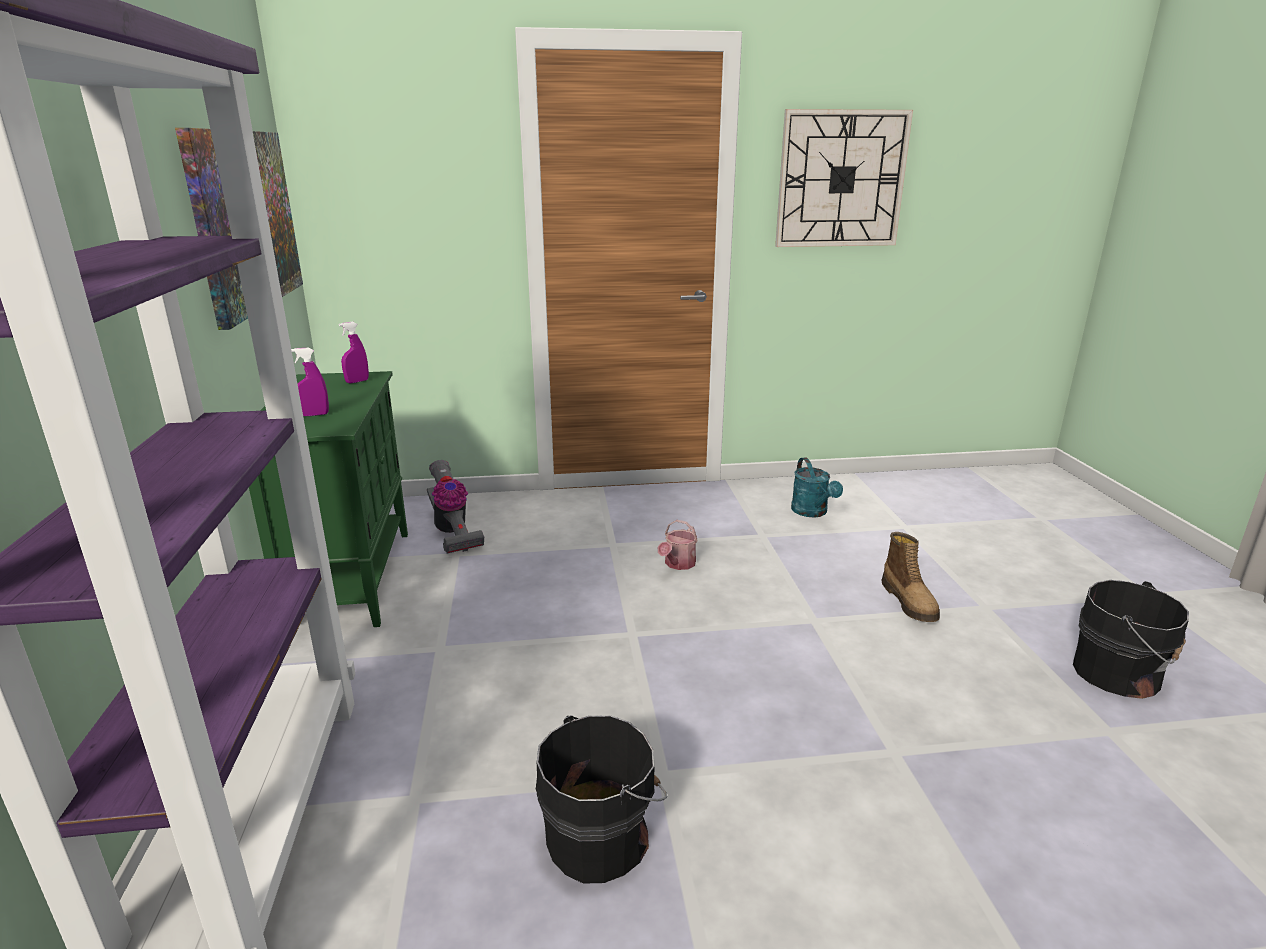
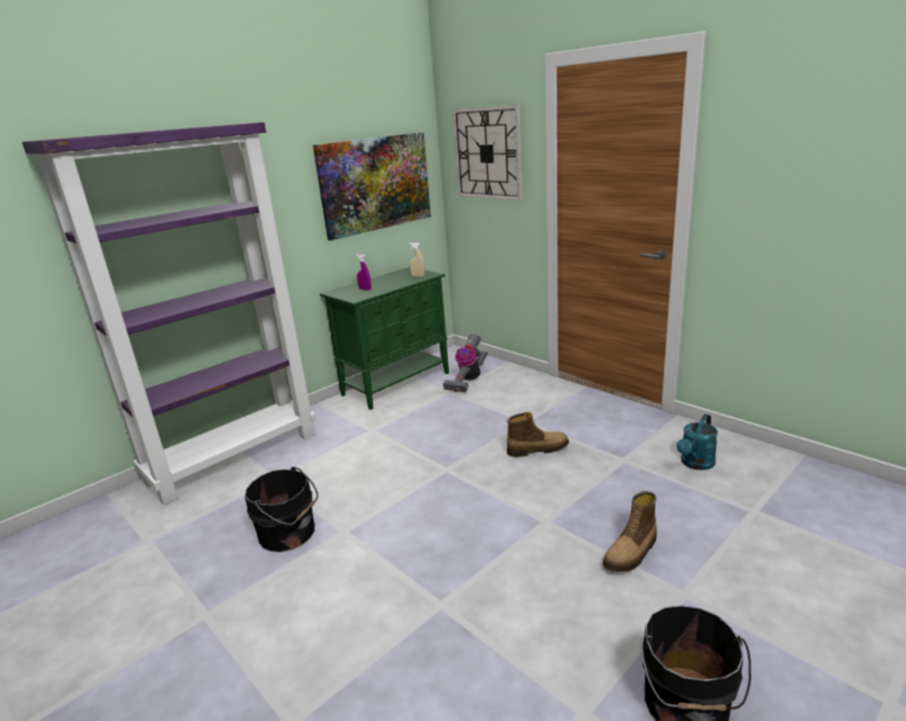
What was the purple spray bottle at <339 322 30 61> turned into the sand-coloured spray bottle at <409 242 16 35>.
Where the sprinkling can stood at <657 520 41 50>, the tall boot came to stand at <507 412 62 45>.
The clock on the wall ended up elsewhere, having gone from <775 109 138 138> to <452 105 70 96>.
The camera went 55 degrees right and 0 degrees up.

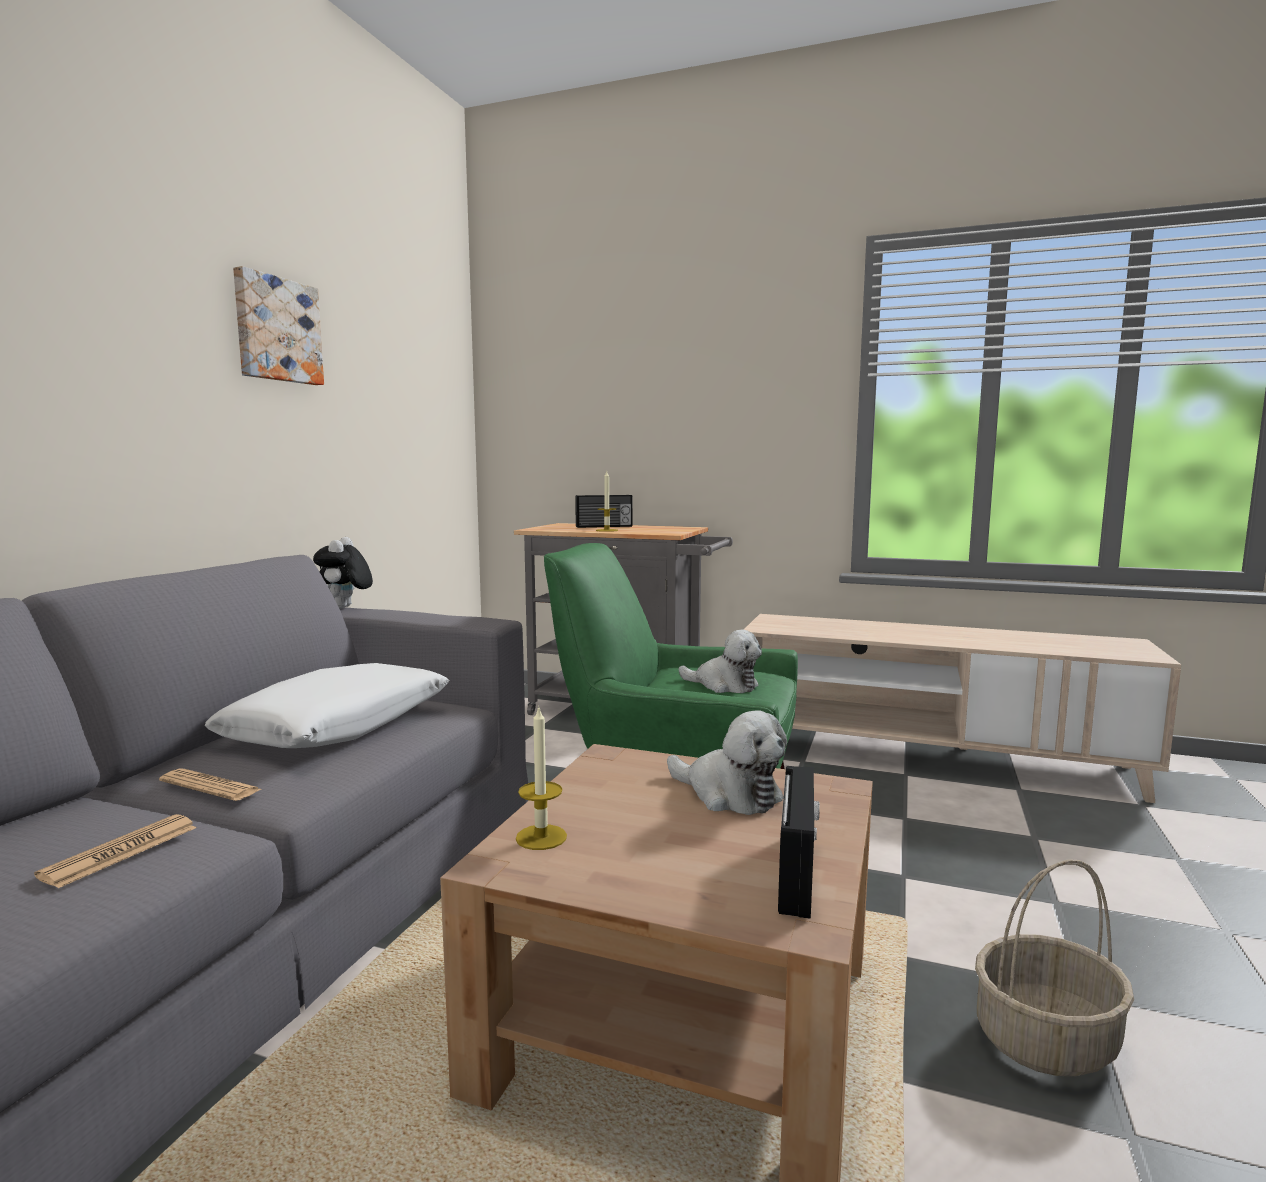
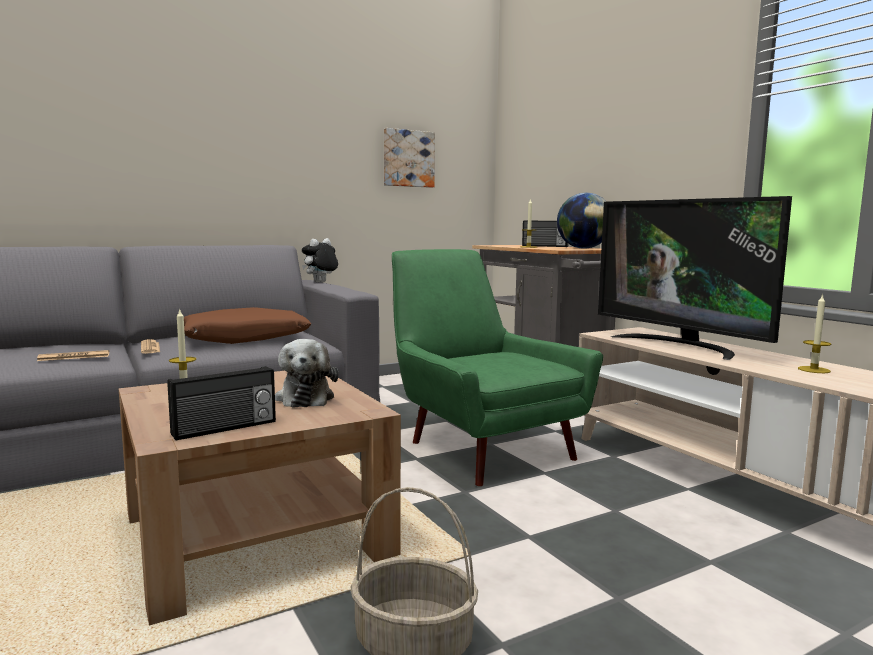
What was the white pillow at <205 663 244 85> turned into the brownish pillow at <184 307 127 37>.
The wall art ended up elsewhere, having gone from <233 266 91 119> to <384 128 51 60>.
The second view lost the plush toy at <679 629 83 64>.
The second view gained the globe at <557 193 50 56>.
The second view gained the TV at <598 196 194 164>.
The second view gained the wax candle at <798 294 33 79>.
The camera went 40 degrees right and 0 degrees up.

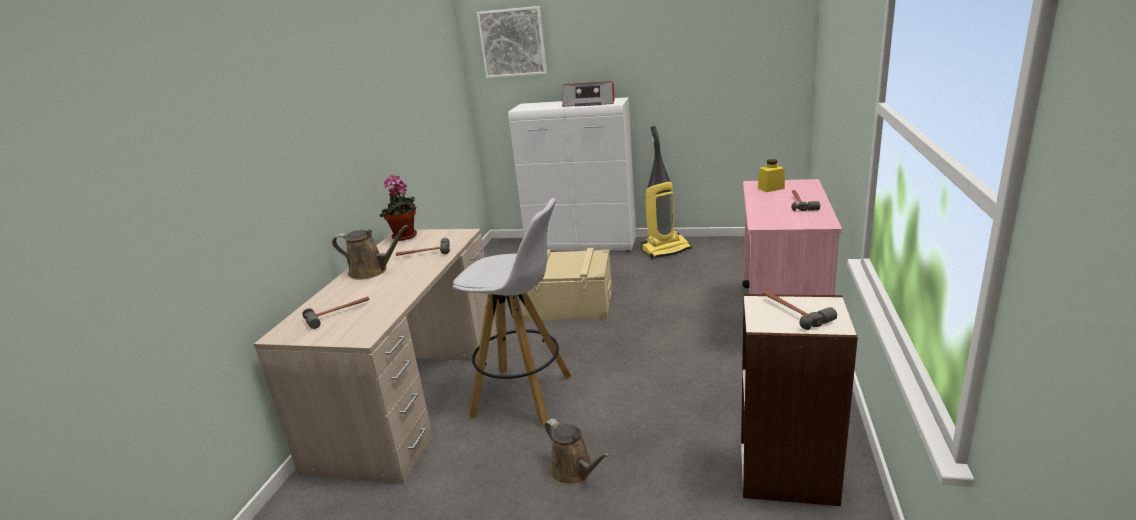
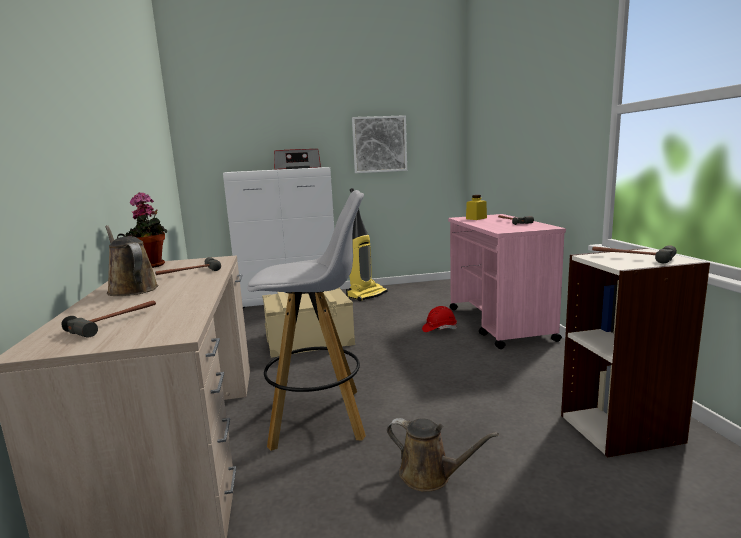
The brownish sprinkling can at <332 225 76 55> ended up facing another way, 120 degrees counterclockwise from before.
The wall art ended up elsewhere, having gone from <477 6 70 72> to <352 115 55 58>.
The second view gained the reddish work helmet at <422 306 35 26>.
The camera went 25 degrees left and 10 degrees down.

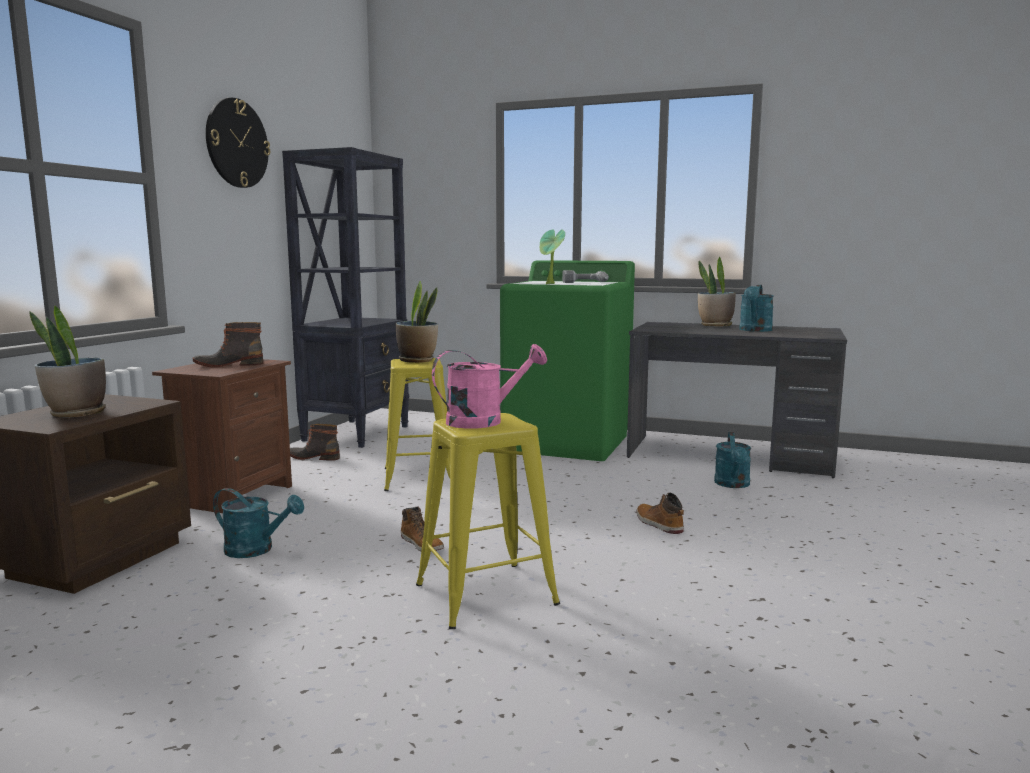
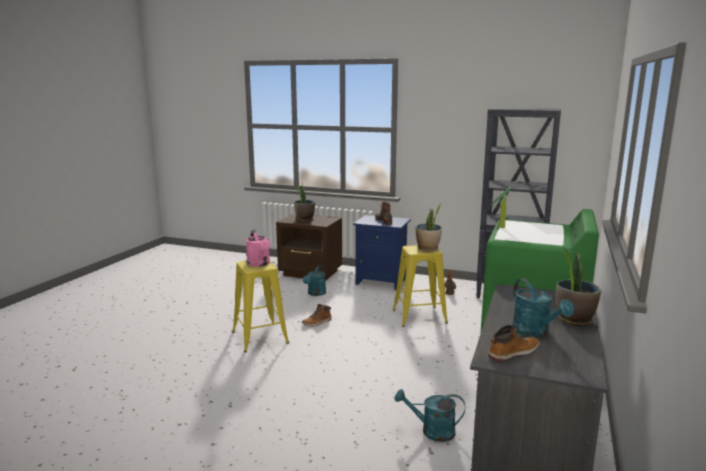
What was the brownish nightstand at <152 359 140 154> turned into the bluish nightstand at <353 215 58 75>.
The second view lost the clock on the wall at <206 98 64 90>.
The second view lost the electric drill at <562 270 47 13>.
The tall boot ended up elsewhere, having gone from <637 493 47 41> to <488 325 51 36>.
The turquoise-coloured sprinkling can at <739 285 35 47> ended up facing another way, 135 degrees counterclockwise from before.
The camera went 90 degrees right and 5 degrees up.

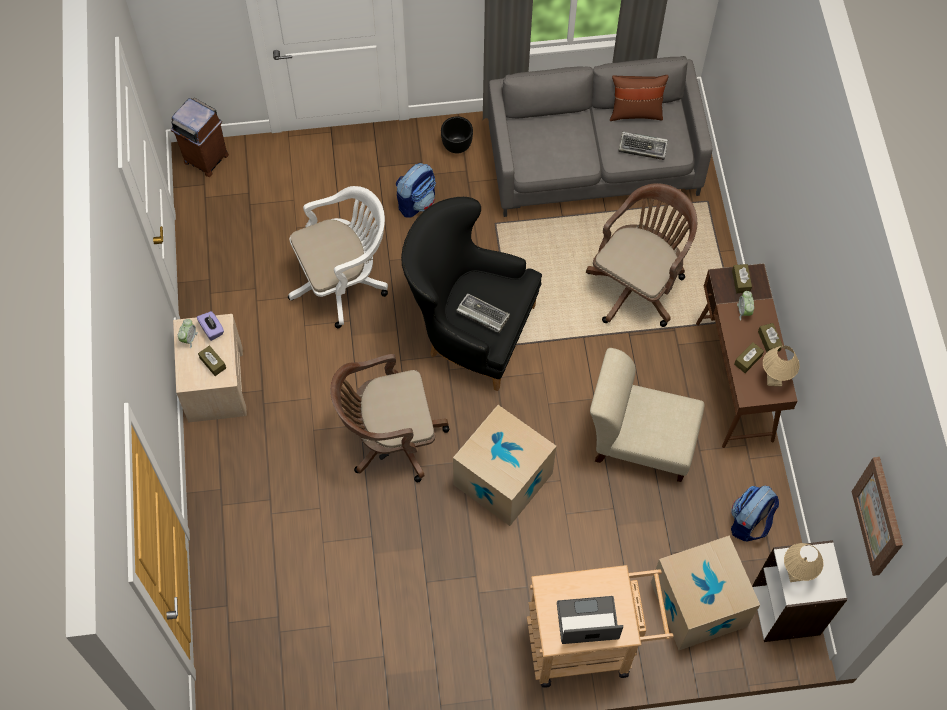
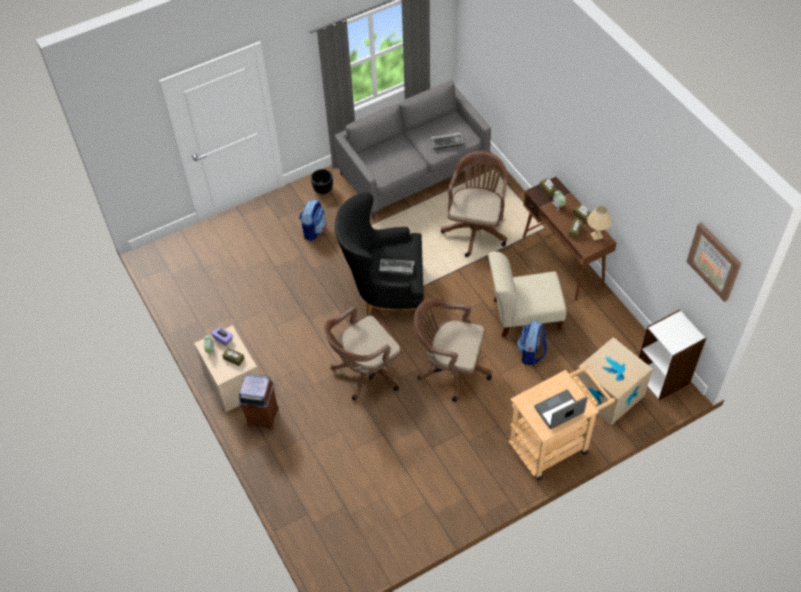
The brownish trash can ended up elsewhere, having gone from <171 98 58 79> to <239 374 40 56>.
The second view lost the white office chair at <288 186 100 142>.
Where the cardboard box stood at <453 405 103 121>, the brownish office chair came to stand at <414 298 78 104>.
The second view lost the brownish pillow at <610 75 58 46>.
The rucksack ended up elsewhere, having gone from <731 486 48 56> to <517 320 30 45>.
The second view lost the sand-coloured lamp for a table at <784 543 39 39>.
The camera went 20 degrees left and 10 degrees down.

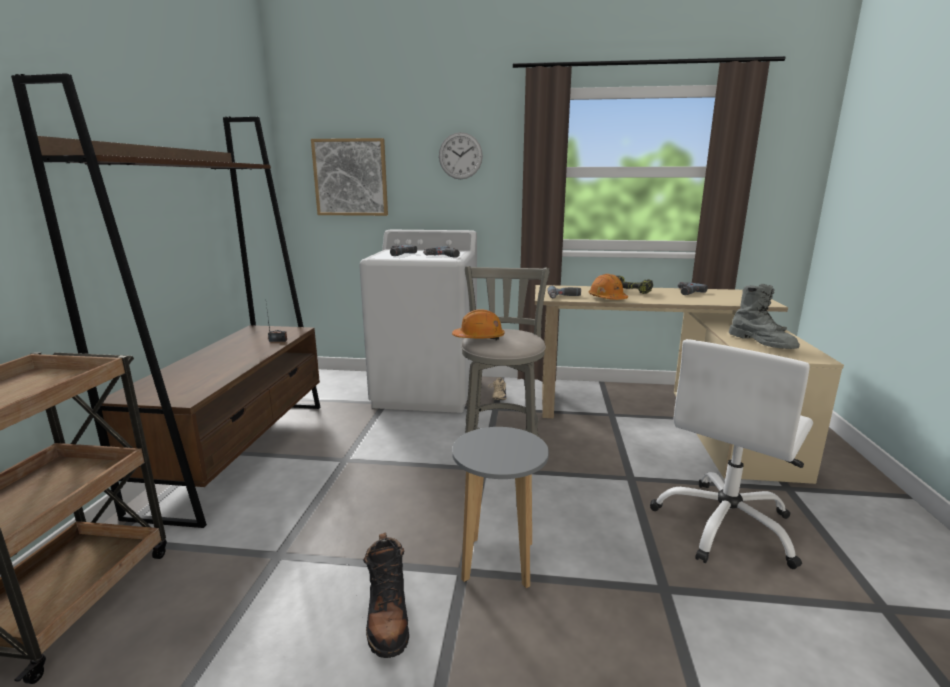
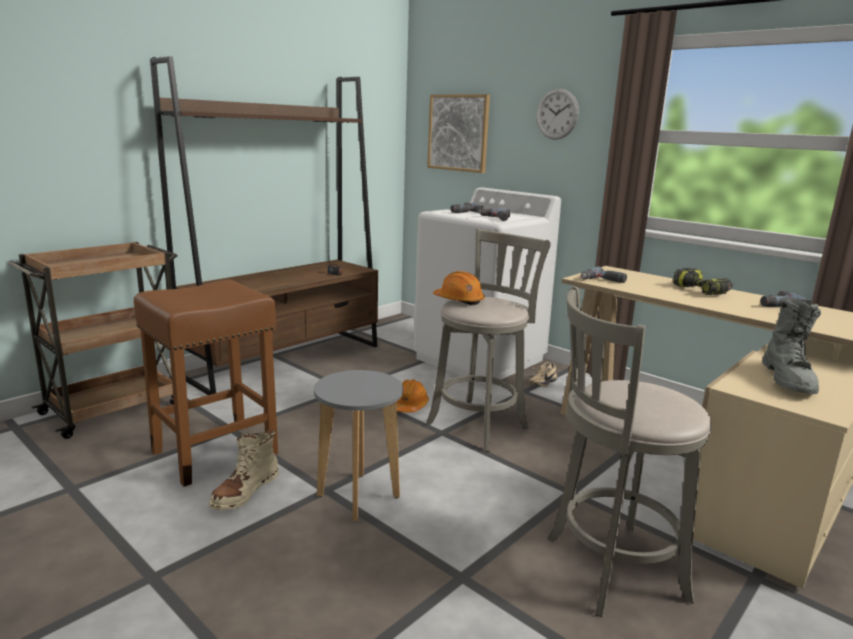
What was the black-coloured tall boot at <363 532 46 126> turned into the sand-coloured tall boot at <209 430 70 81>.
The orange work helmet ended up elsewhere, having gone from <589 274 39 26> to <396 379 33 34>.
Where the white office chair stood at <650 339 163 230>, the grey sitting stool came to stand at <548 286 164 331>.
The second view gained the brownish sitting stool at <134 280 144 207>.
The camera went 35 degrees right and 0 degrees up.

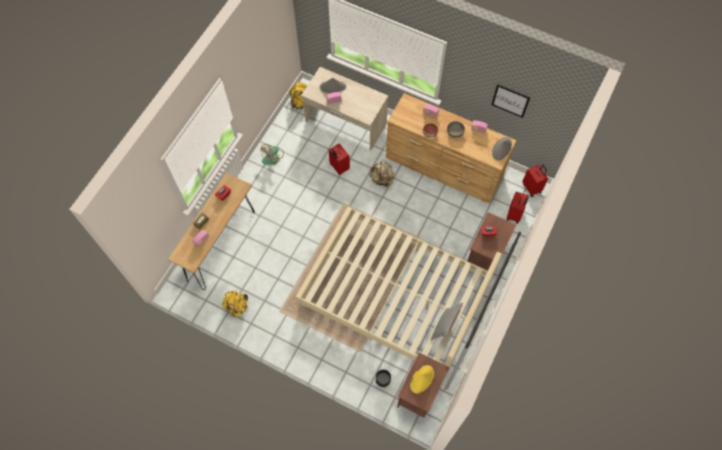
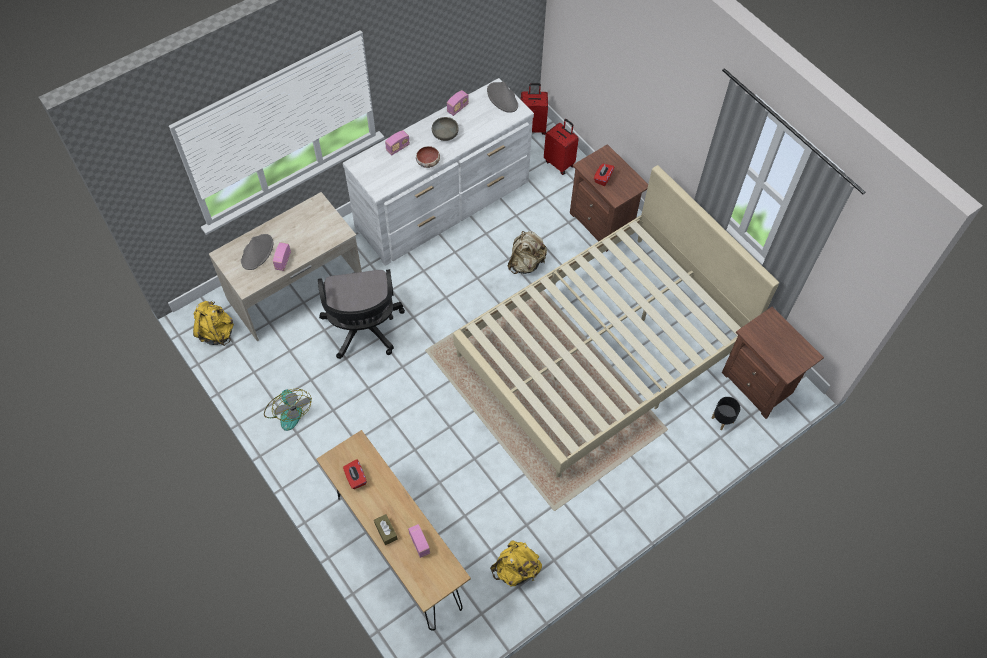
Where the reddish travel case stood at <329 144 21 31>, the black-coloured office chair came to stand at <318 269 87 90>.
The sand-coloured rucksack ended up elsewhere, having gone from <369 160 26 27> to <508 231 39 43>.
What was the brownish chest of drawers at <386 93 131 111> turned into the white chest of drawers at <343 78 191 188>.
The second view lost the yellowish clothing hat at <410 365 24 29>.
The second view lost the grey pillow at <431 303 32 38>.
The second view lost the wall art at <491 84 39 34>.
The camera went 65 degrees left and 5 degrees down.

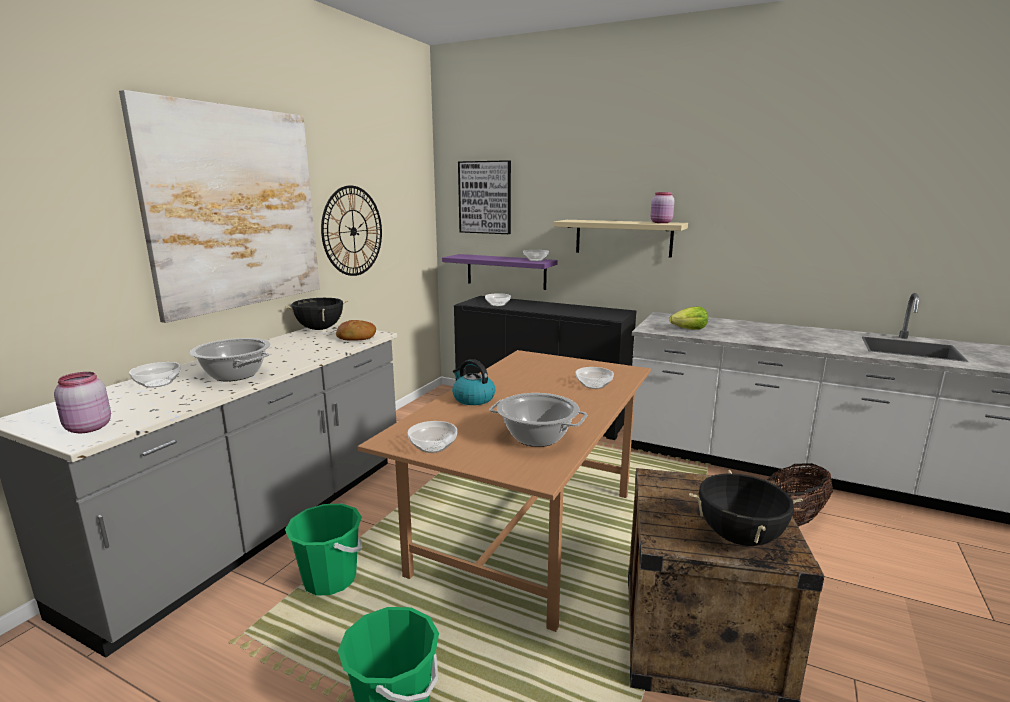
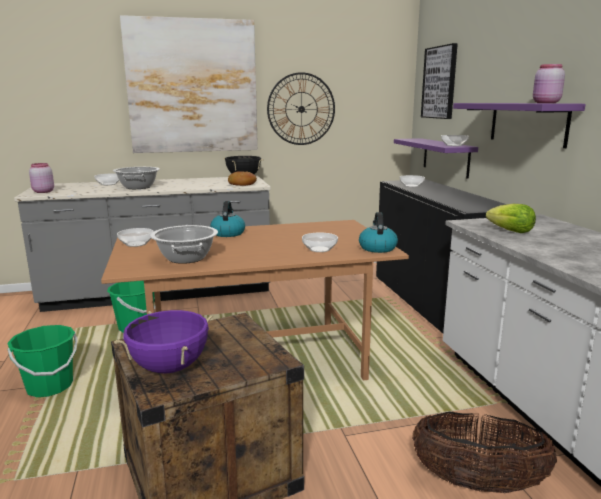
What was the sand-coloured bracket shelf at <553 220 135 38> turned into the purple bracket shelf at <453 103 133 45>.
What was the black-coloured stockpot at <689 470 114 76> turned into the purple stockpot at <114 310 100 63>.
The second view gained the water kettle at <359 212 39 41>.
The camera went 50 degrees right and 0 degrees up.

